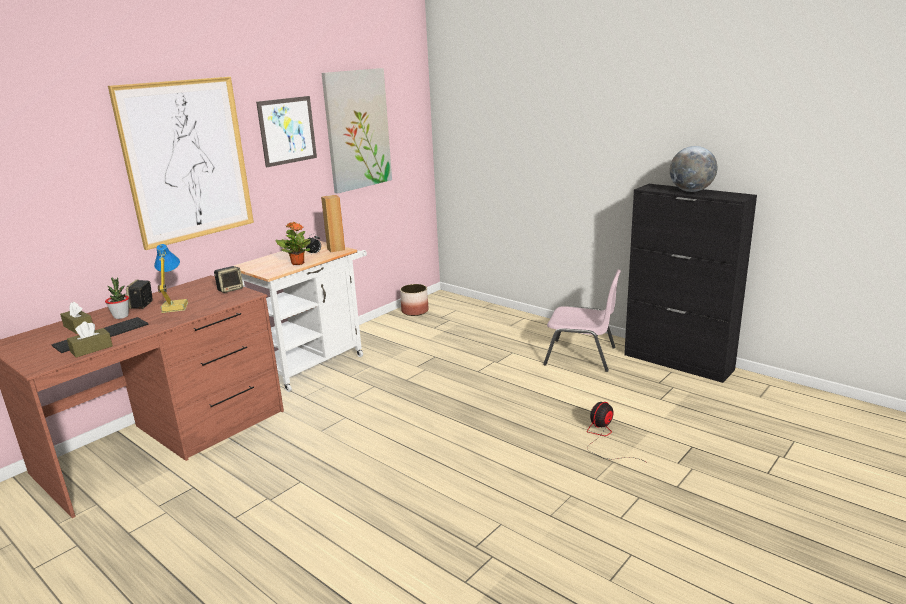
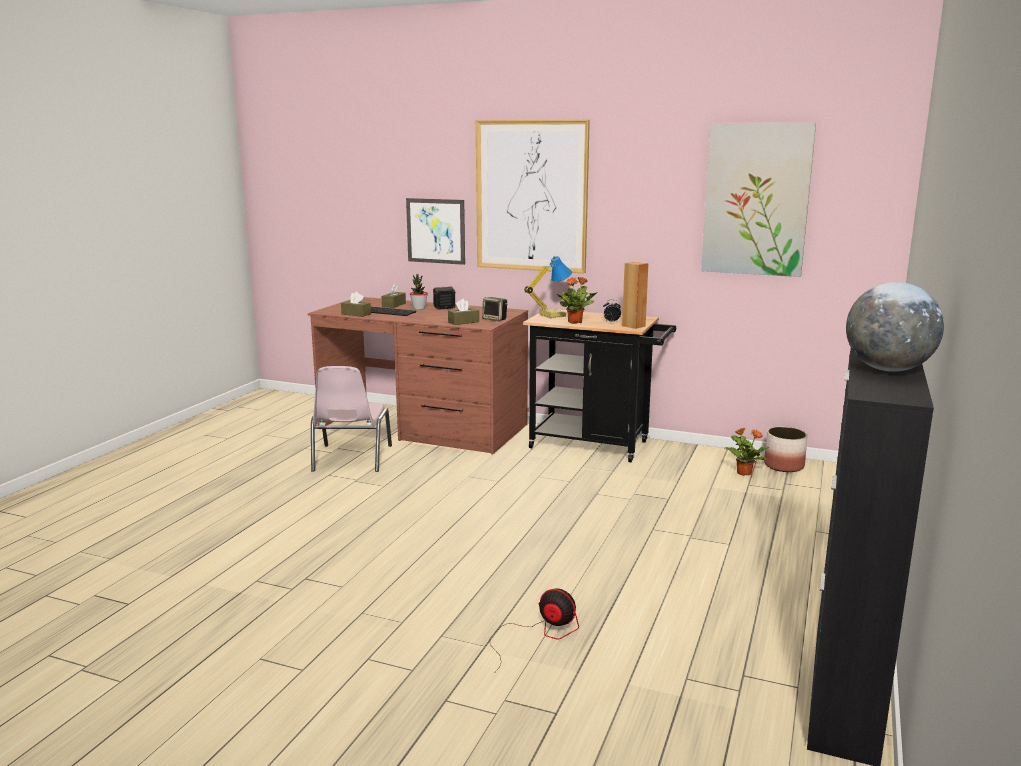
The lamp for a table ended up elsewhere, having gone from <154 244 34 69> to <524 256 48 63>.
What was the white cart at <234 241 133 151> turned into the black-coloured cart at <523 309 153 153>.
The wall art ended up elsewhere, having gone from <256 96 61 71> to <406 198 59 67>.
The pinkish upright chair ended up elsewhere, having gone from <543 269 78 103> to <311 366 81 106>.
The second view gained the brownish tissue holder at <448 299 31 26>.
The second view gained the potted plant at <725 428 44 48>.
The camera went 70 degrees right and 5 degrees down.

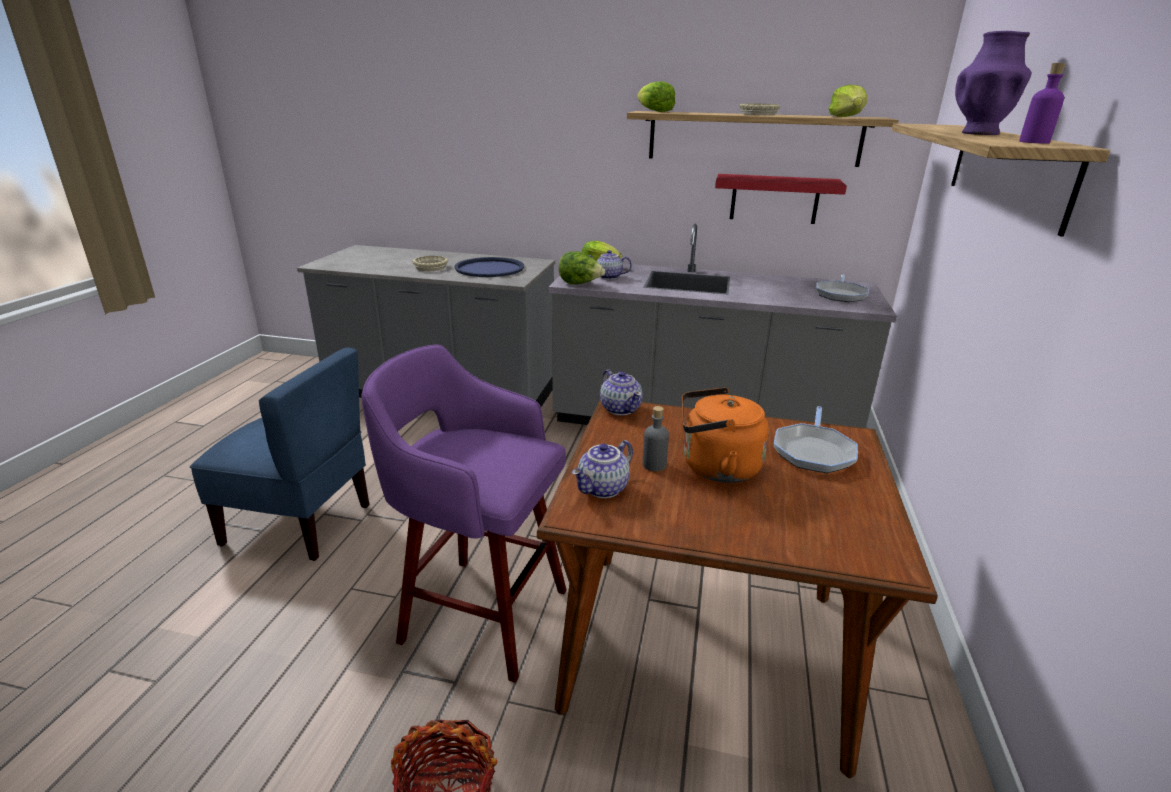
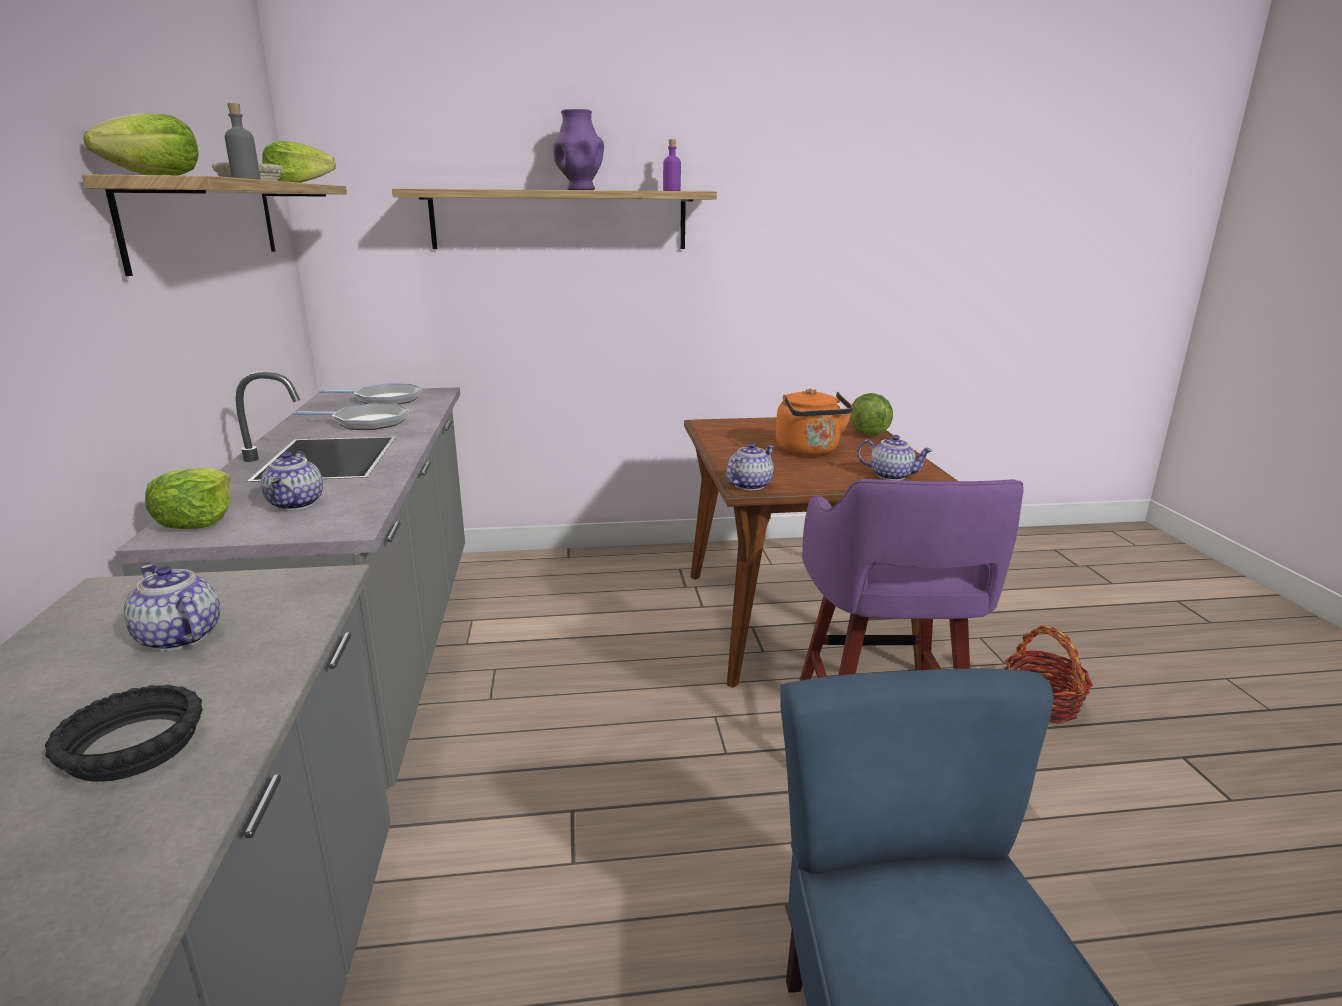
What was the sand-coloured serving bowl at <412 256 36 15> turned into the black-coloured serving bowl at <45 684 158 98>.
Where the bluish tray stood at <454 257 70 20>, the tea pot came to stand at <124 564 96 87>.
The lettuce ended up elsewhere, having gone from <559 251 46 34> to <850 393 43 43>.
The grey bottle ended up elsewhere, having gone from <643 406 26 65> to <225 103 35 77>.
The second view lost the reddish bracket shelf at <715 174 132 50>.
The skillet ended up elsewhere, having gone from <774 406 84 67> to <293 404 116 26>.
The camera went 110 degrees left and 5 degrees down.

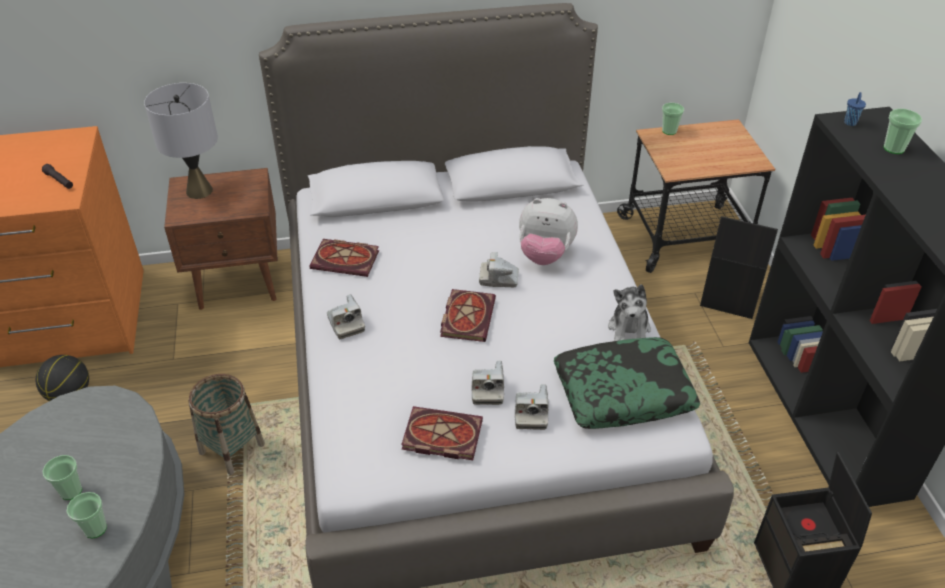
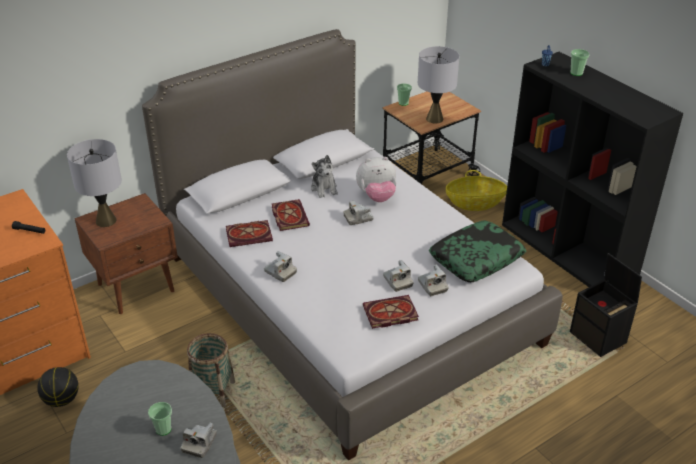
Where the drinking cup stood at <67 492 40 46>, the photo camera came to stand at <181 423 36 35>.
The volume ended up elsewhere, having gone from <440 289 56 53> to <272 199 38 32>.
The plush toy ended up elsewhere, having gone from <608 284 43 57> to <311 155 27 43>.
Where the black-coloured storage bin stood at <700 216 78 103>, the household basket came to stand at <446 170 61 41>.
The second view gained the grey lamp for a table at <418 46 41 77>.
The camera went 25 degrees left and 5 degrees down.

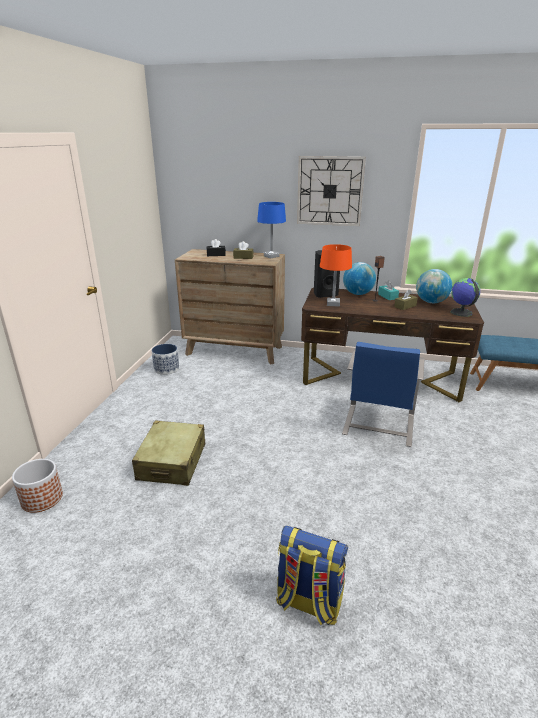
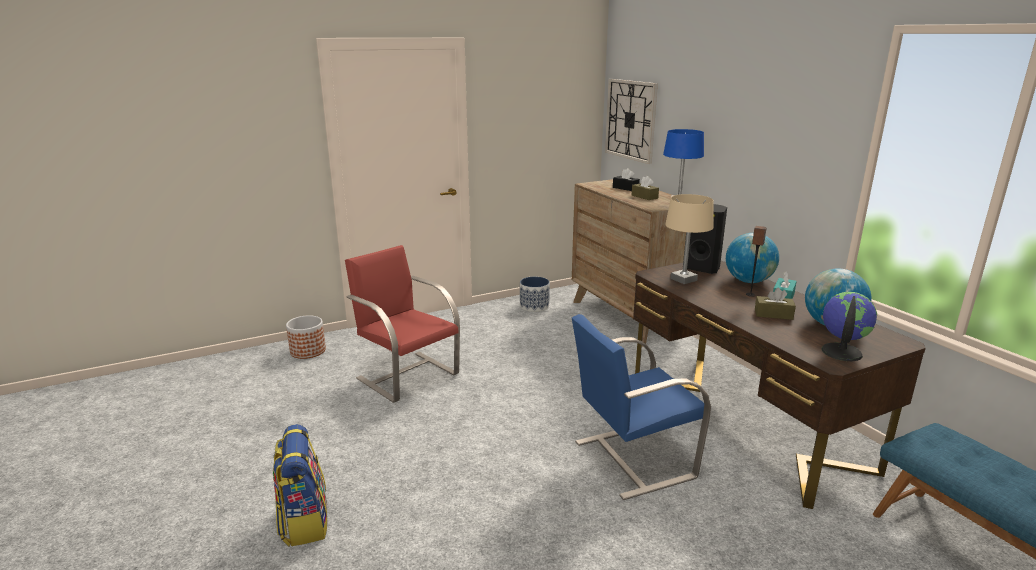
Where the sand-coloured travel case stood at <132 421 73 65>, the reddish upright chair came to stand at <345 245 115 158>.
The clock on the wall ended up elsewhere, having gone from <297 156 69 70> to <605 79 53 85>.
What was the orange lamp for a table at <320 244 32 63> turned into the sand-coloured lamp for a table at <665 194 49 90>.
The camera went 50 degrees right and 5 degrees down.

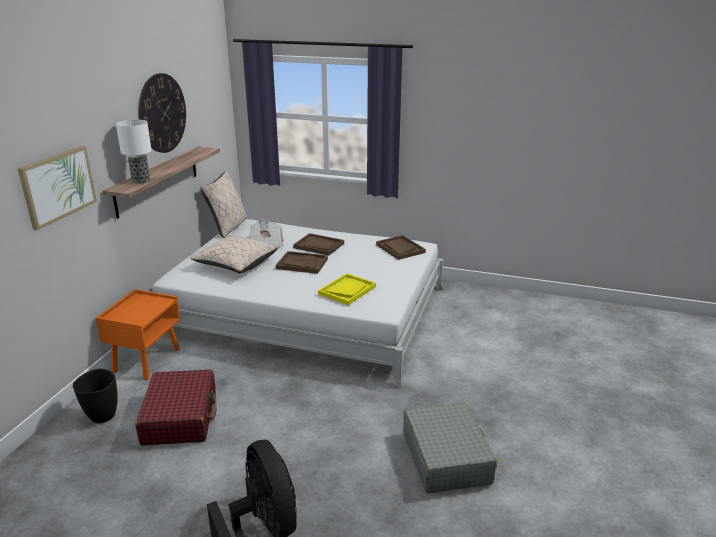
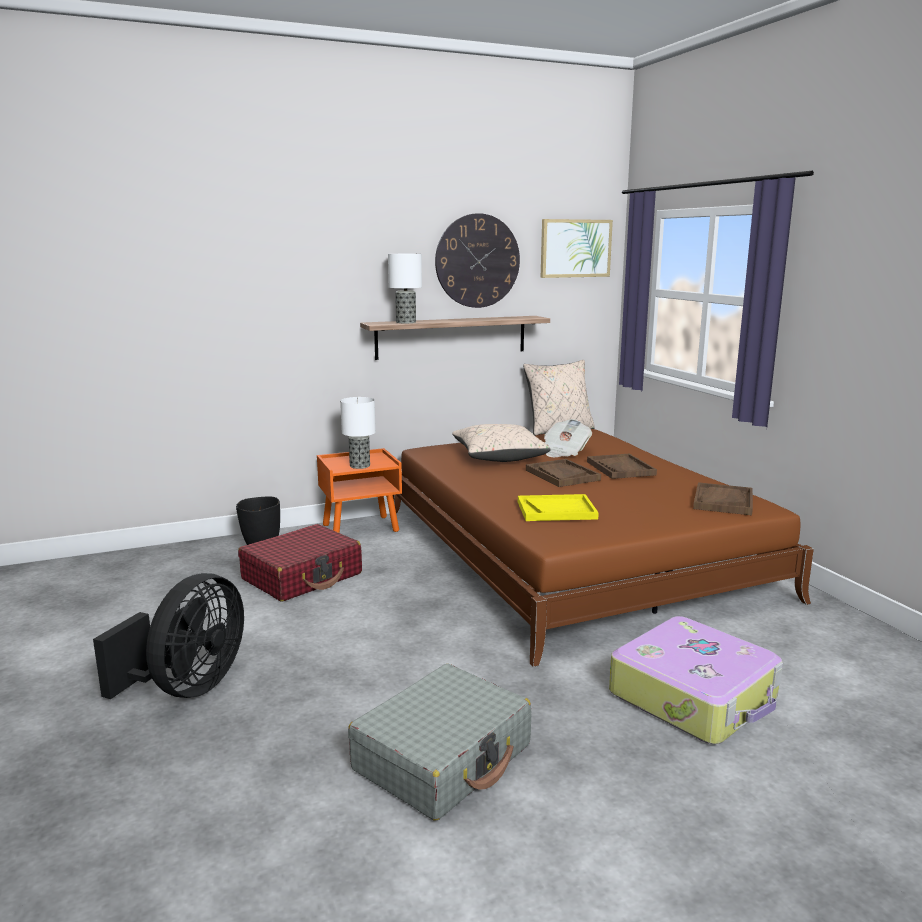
The wall art ended up elsewhere, having gone from <18 146 79 84> to <541 219 72 59>.
What was the white bedroom bed at <152 219 291 169> turned into the brownish bedroom bed at <393 429 421 238>.
The second view gained the lamp for a table at <340 397 36 72>.
The second view gained the travel case at <609 616 174 128>.
The camera went 50 degrees right and 10 degrees down.

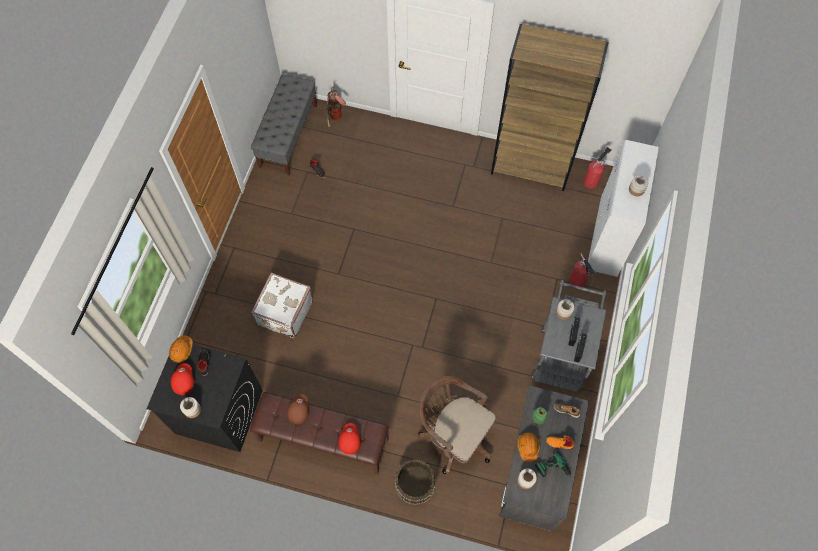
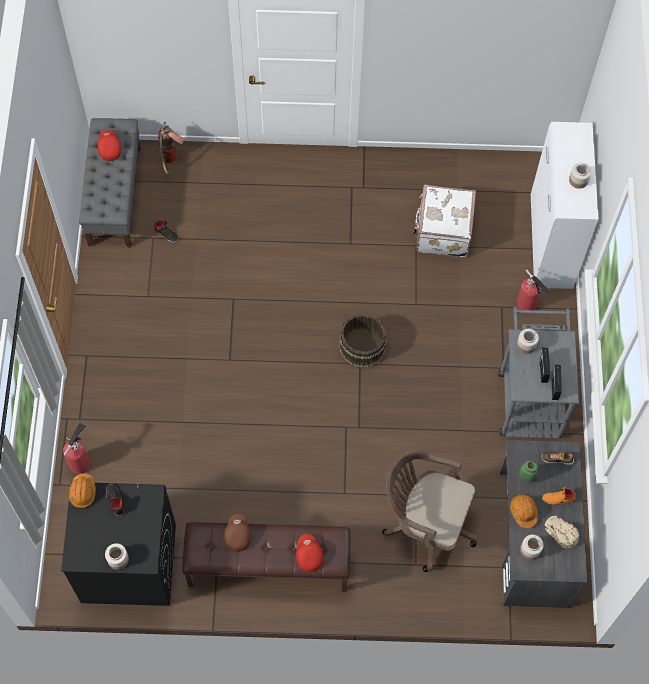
The reddish cap ended up elsewhere, having gone from <171 363 23 32> to <97 130 25 31>.
The white travel case ended up elsewhere, having gone from <251 273 62 65> to <413 184 63 74>.
The brownish pail ended up elsewhere, having gone from <395 459 41 46> to <339 314 48 54>.
The second view lost the brownish bookcase at <491 24 117 167>.
Where the electric drill stood at <535 451 37 28>, the sand-coloured cap came to stand at <545 516 34 32>.
The extinguisher ended up elsewhere, having gone from <584 147 27 42> to <63 423 27 51>.
The camera went 15 degrees left and 0 degrees up.

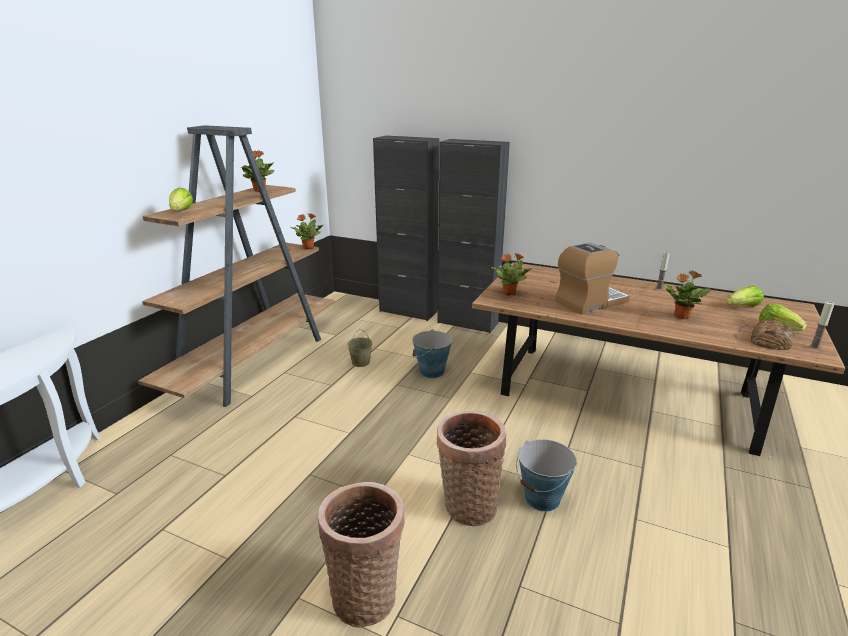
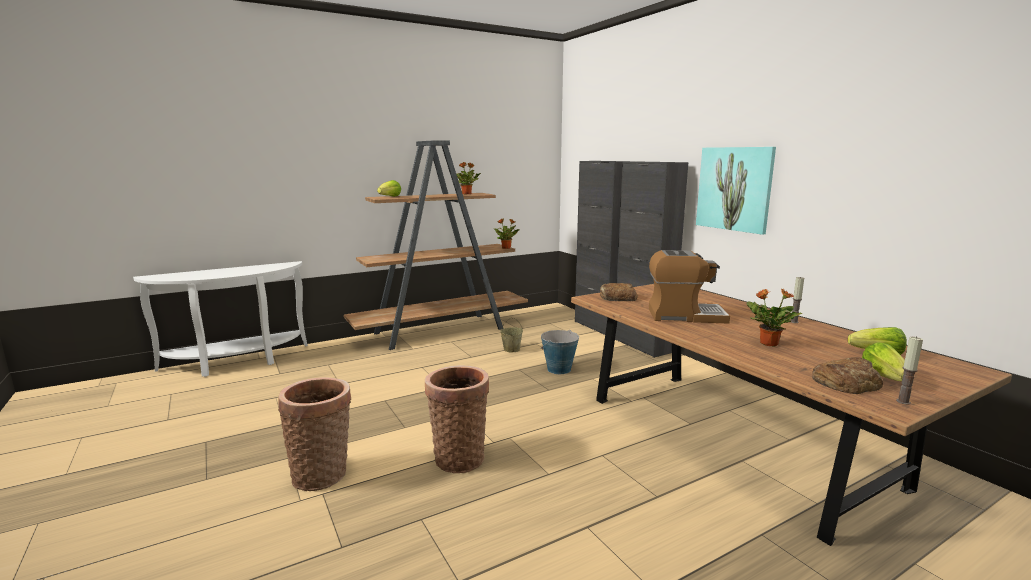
Where the potted plant stood at <491 253 41 43>, the bread came to stand at <600 283 38 18>.
The second view lost the pail at <516 439 61 72>.
The second view gained the wall art at <696 147 80 88>.
The camera went 35 degrees right and 10 degrees down.

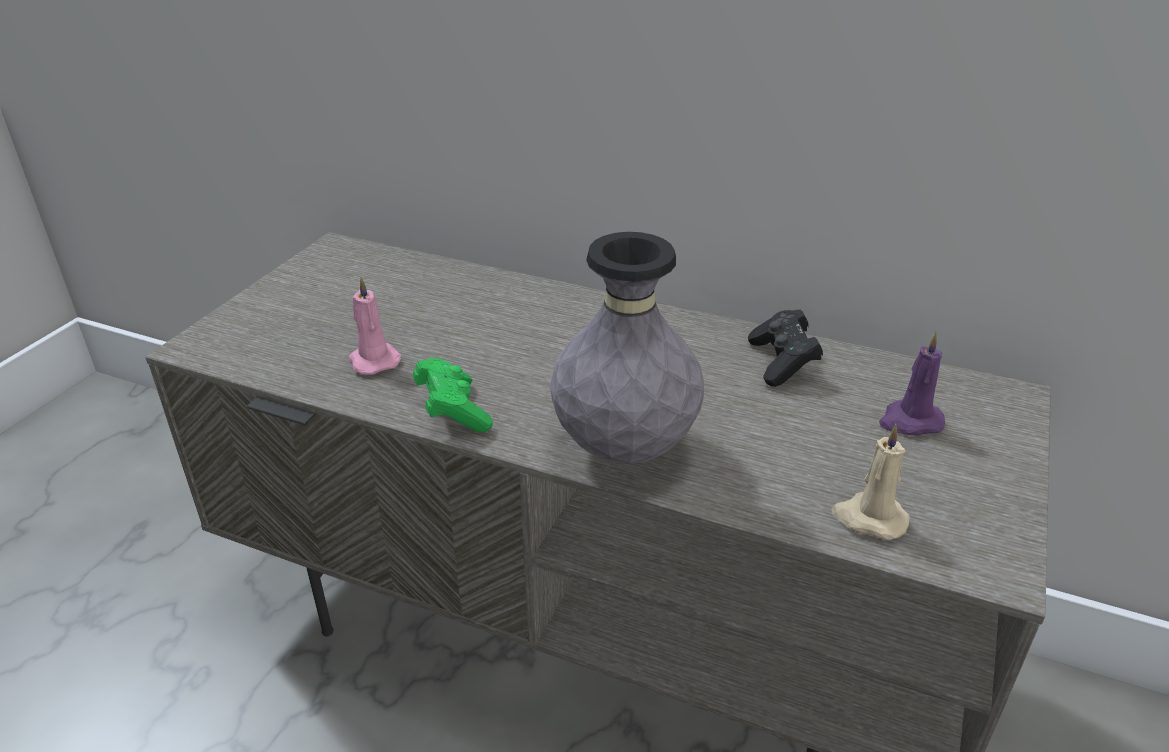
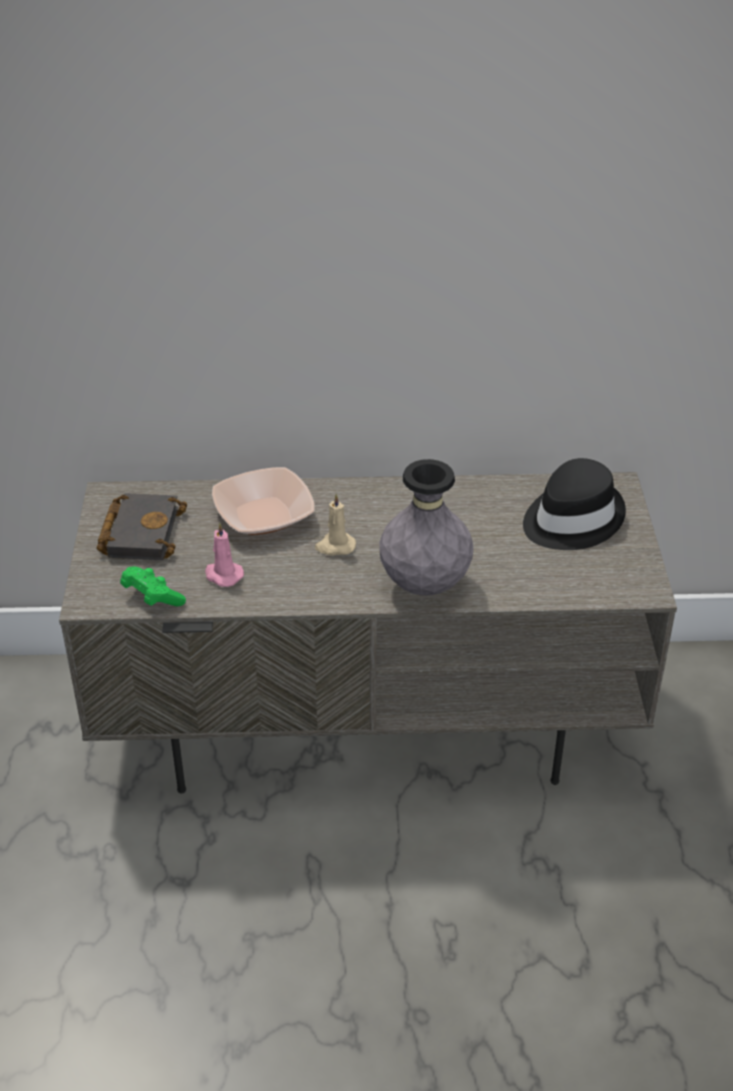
The greenish joypad ended up elsewhere, having gone from <413 358 80 74> to <120 567 66 39>.
The second view lost the black-coloured joypad at <748 309 75 78>.
The sand-coloured wax candle ended up elsewhere, having gone from <832 424 78 116> to <315 494 41 62>.
Where the purple wax candle stood at <879 332 66 104>, the black-coloured clothing hat came to stand at <523 458 103 92>.
The second view gained the black-coloured volume at <97 493 90 67>.
The second view gained the serving bowl at <212 467 103 68>.
The camera went 25 degrees left and 5 degrees up.

